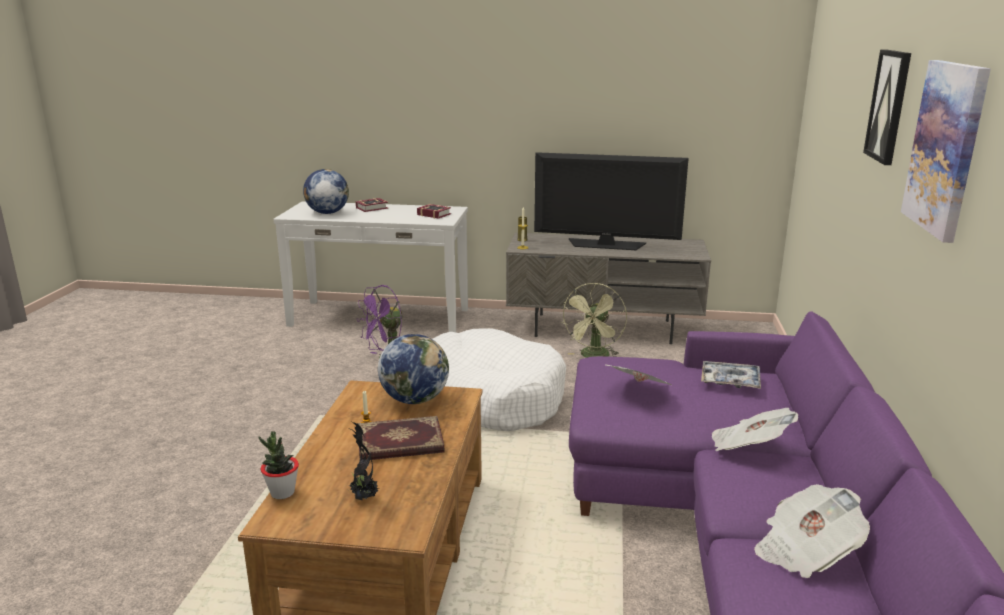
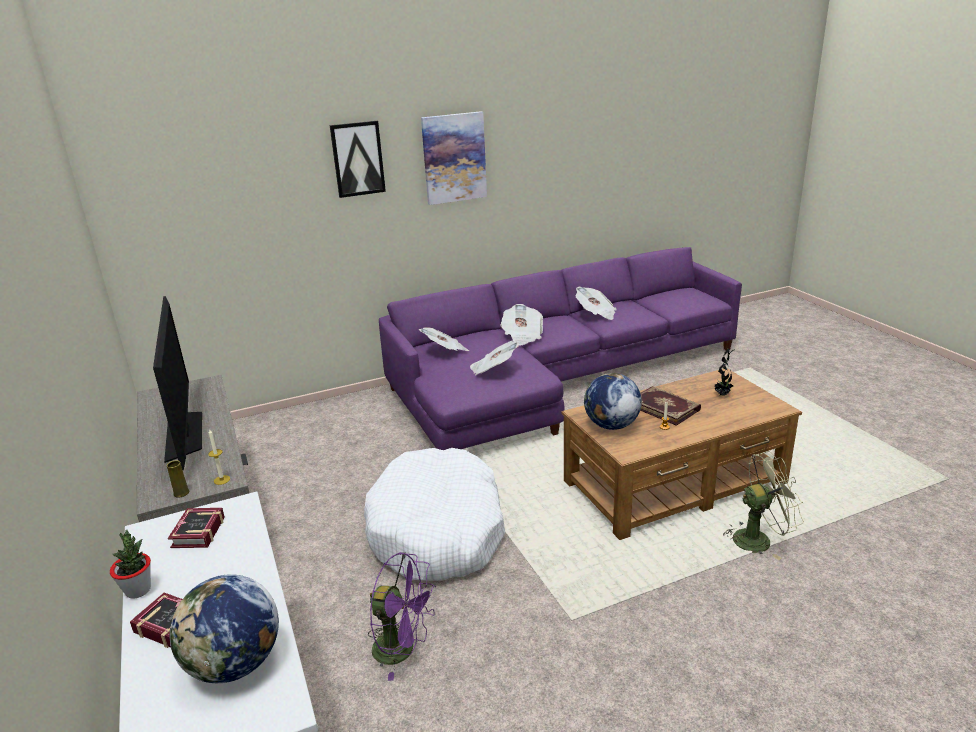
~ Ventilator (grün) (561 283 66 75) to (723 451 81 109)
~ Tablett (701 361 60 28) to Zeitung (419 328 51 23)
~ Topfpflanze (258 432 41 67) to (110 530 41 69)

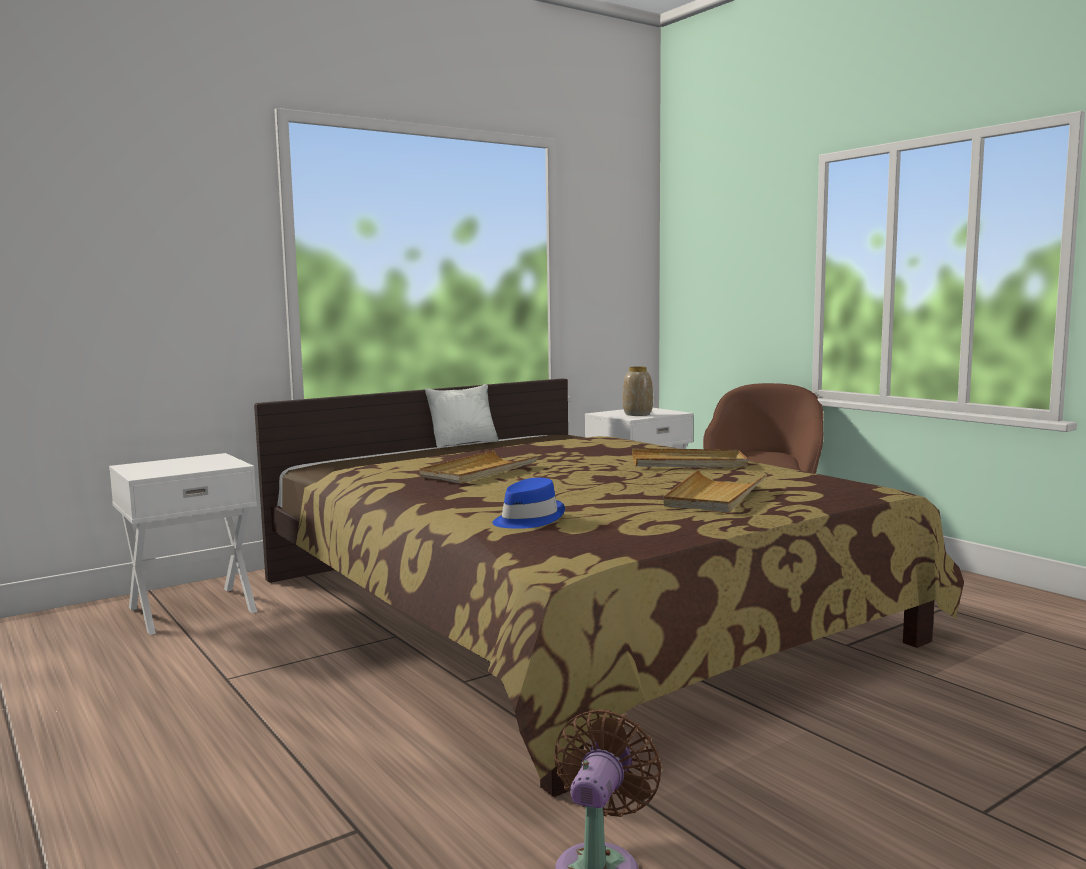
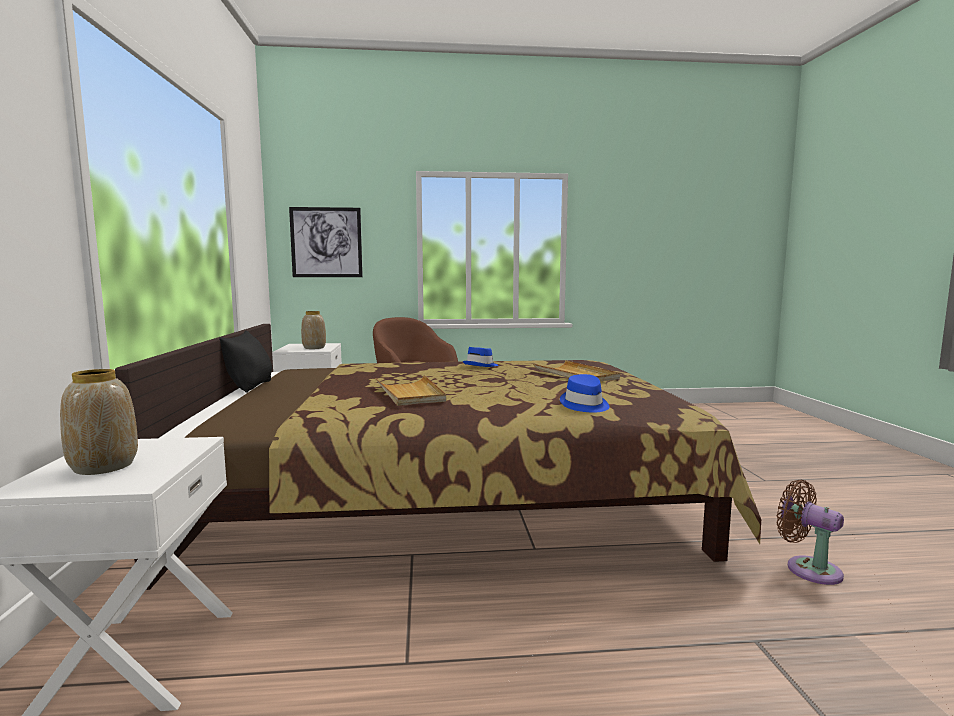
~ Kissen (weiß) (425 384 74 63) to Kissen (schwarz) (219 330 53 63)
~ Tablett (beige) (632 448 116 20) to Hut (blau) (463 347 35 20)
+ Bild (289 207 74 70)
+ Vase (60 369 78 106)

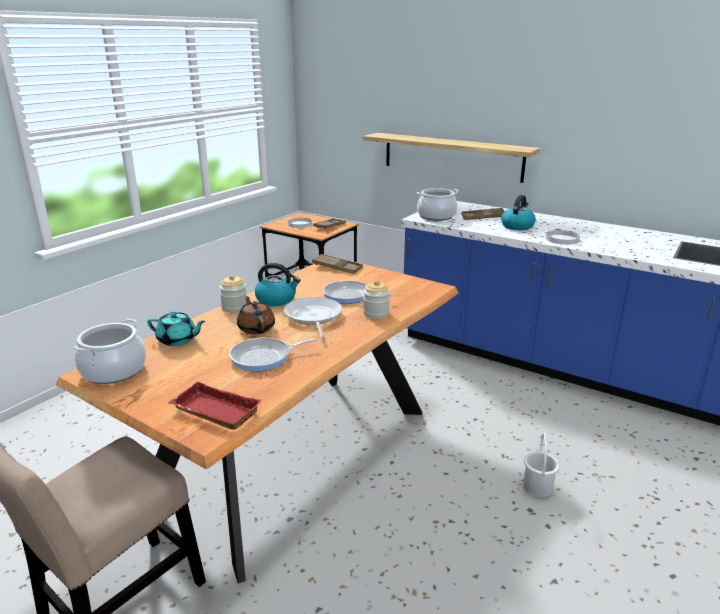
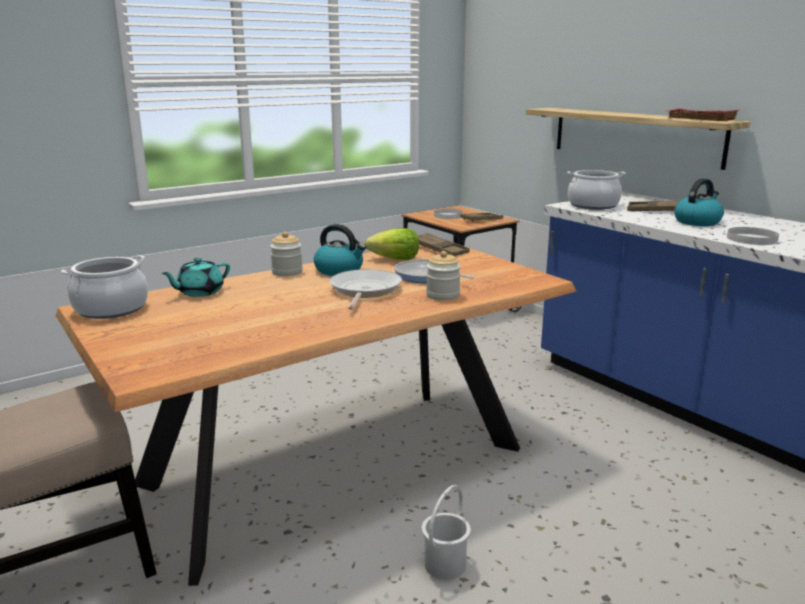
- Teekanne (braun) (237 296 38 38)
~ Teekanne (türkis) (147 312 59 34) = (161 258 69 39) 105 degrees clockwise
- Pfanne (229 338 88 34)
~ Tablett (rot) (168 382 94 48) to (667 109 73 12)
~ Eimer (weiß) (523 432 36 65) to (421 485 50 95)
+ Salatkopf (365 228 54 32)

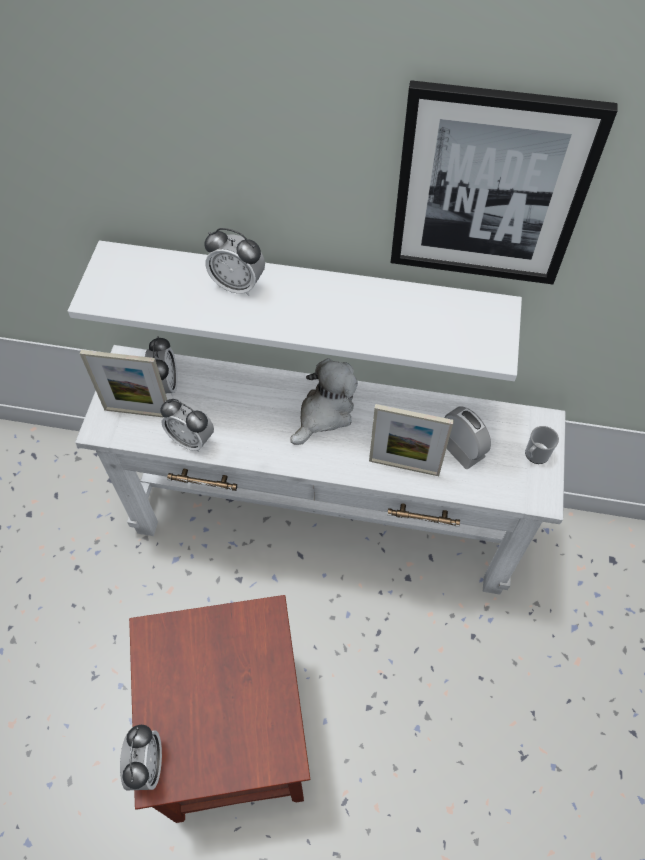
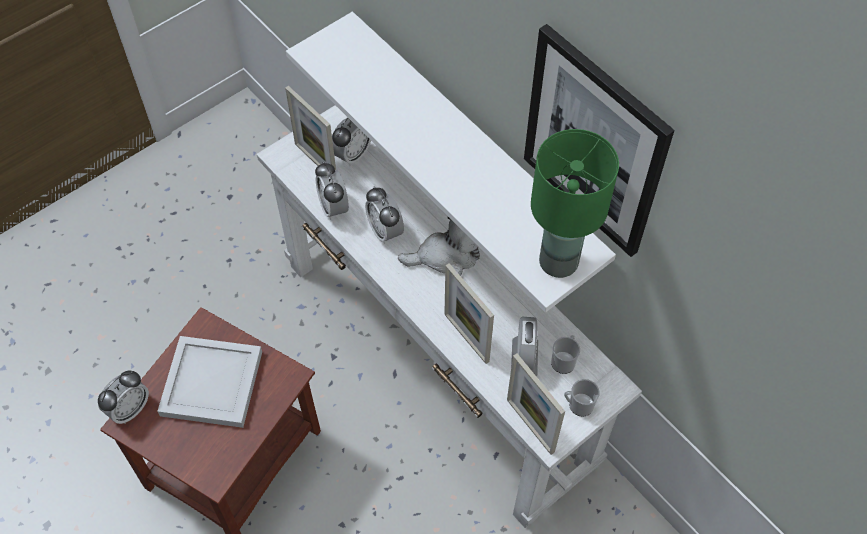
~ Wecker (204 228 61 68) to (365 187 39 57)
+ Tischlampe (grün) (531 129 88 149)
+ Henkelbecher (551 335 29 39)
+ Tablett (weiß) (157 336 105 92)
+ Bilderrahmen (507 353 58 102)

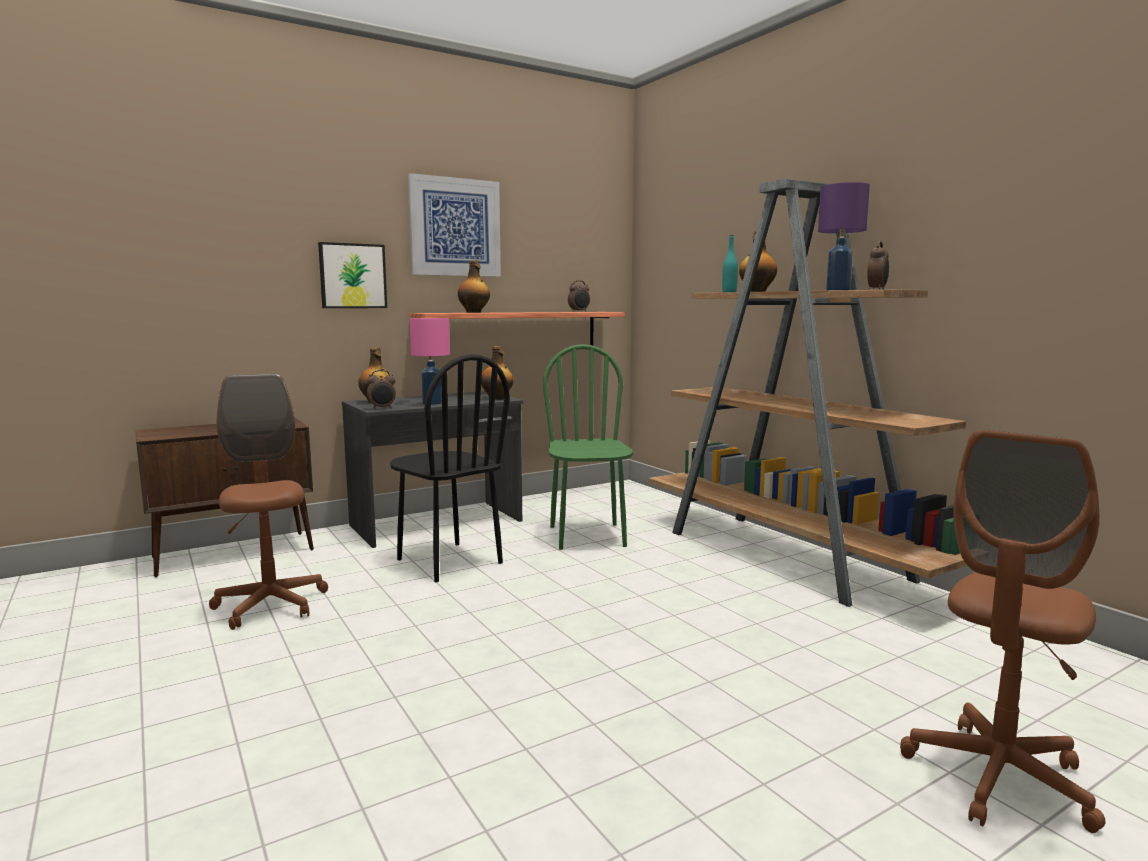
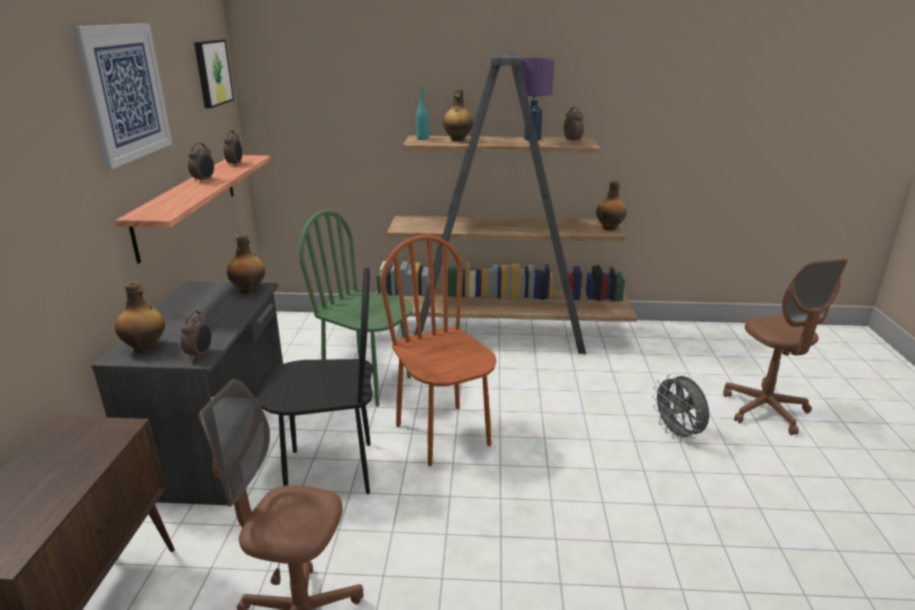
~ Bild (318 242 69 66) to (194 39 40 69)
~ Flasche (458 260 32 53) to (596 181 31 49)
- Tischlampe (rosa) (410 318 40 87)
+ Wecker (188 143 26 40)
+ Stuhl (braun) (380 235 116 231)
+ Ventilator (grau) (652 374 57 68)

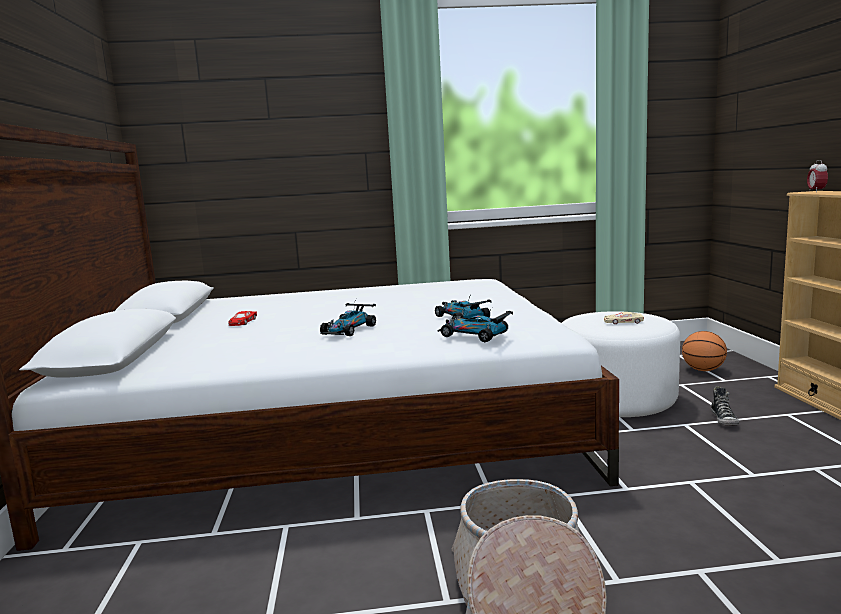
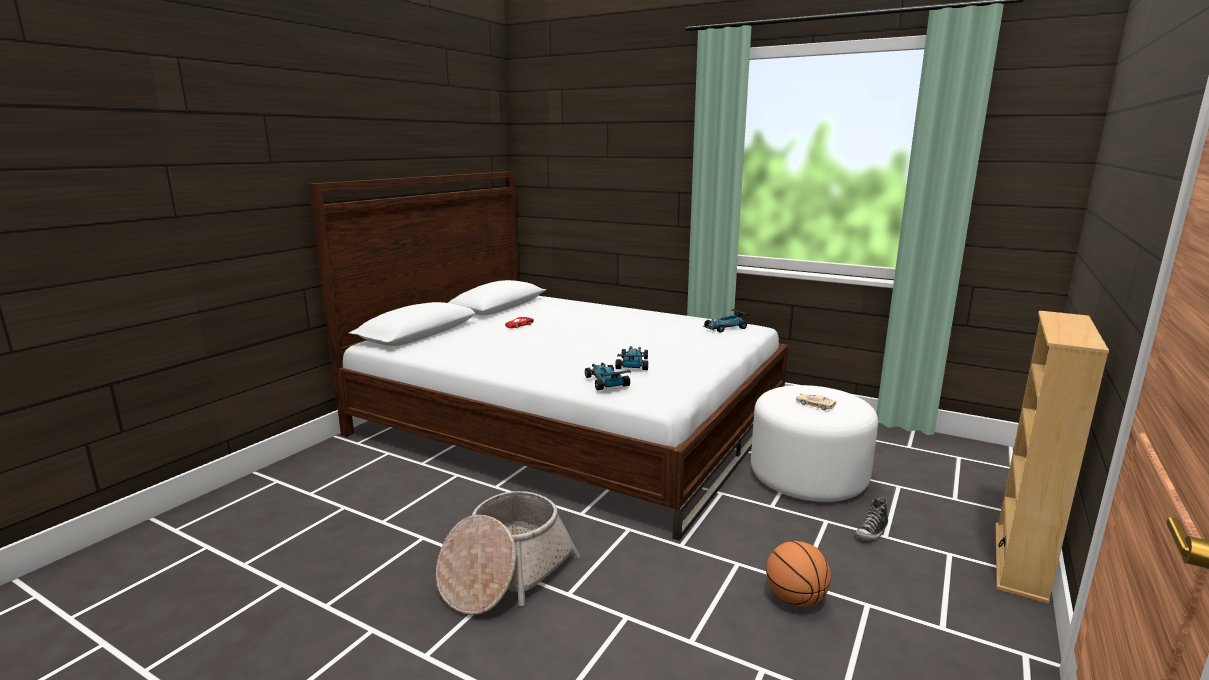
- Wecker (807 160 21 32)
~ Spielzeugauto (320 299 56 37) to (703 309 47 24)
~ Basketball (682 331 45 40) to (766 541 65 66)

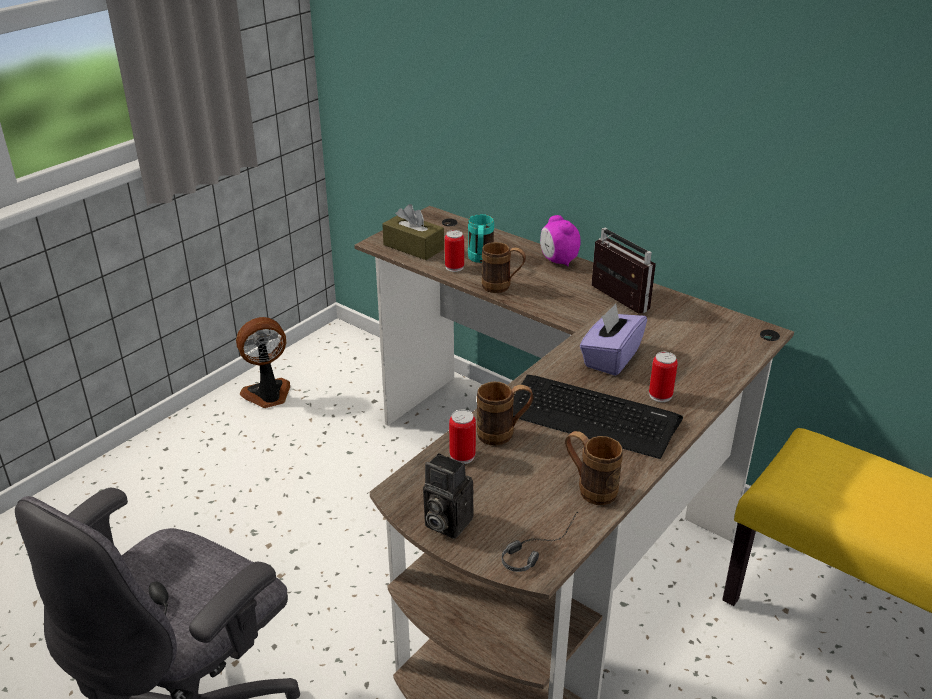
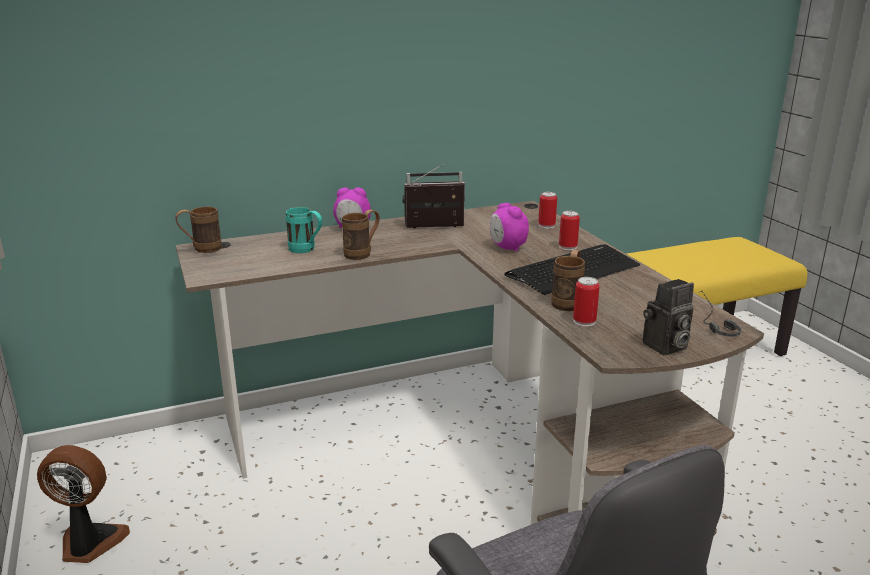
- Taschentuchbox (braun) (382 204 62 56)
~ Dose (445 230 19 42) to (538 192 19 37)
~ Taschentuchbox (lila) (580 303 67 73) to Wecker (490 203 39 49)
~ Ventilator (236 317 54 91) = (37 445 93 118) 90 degrees clockwise
~ Henkelbecher (braun) (565 431 58 74) to (175 206 46 47)

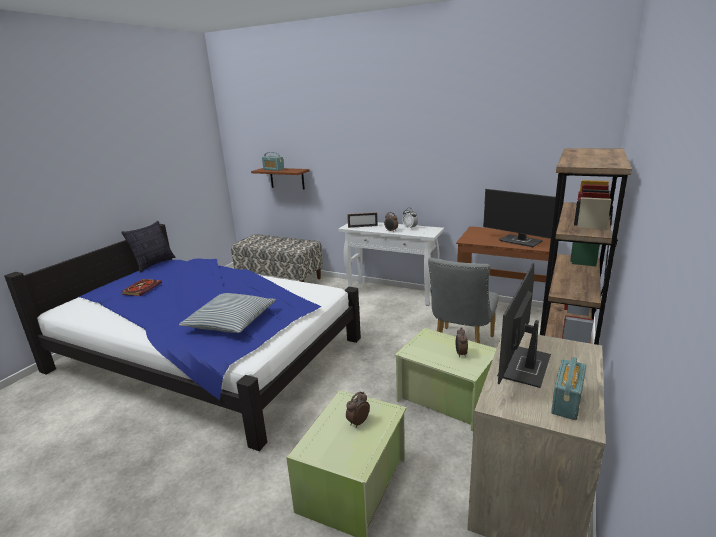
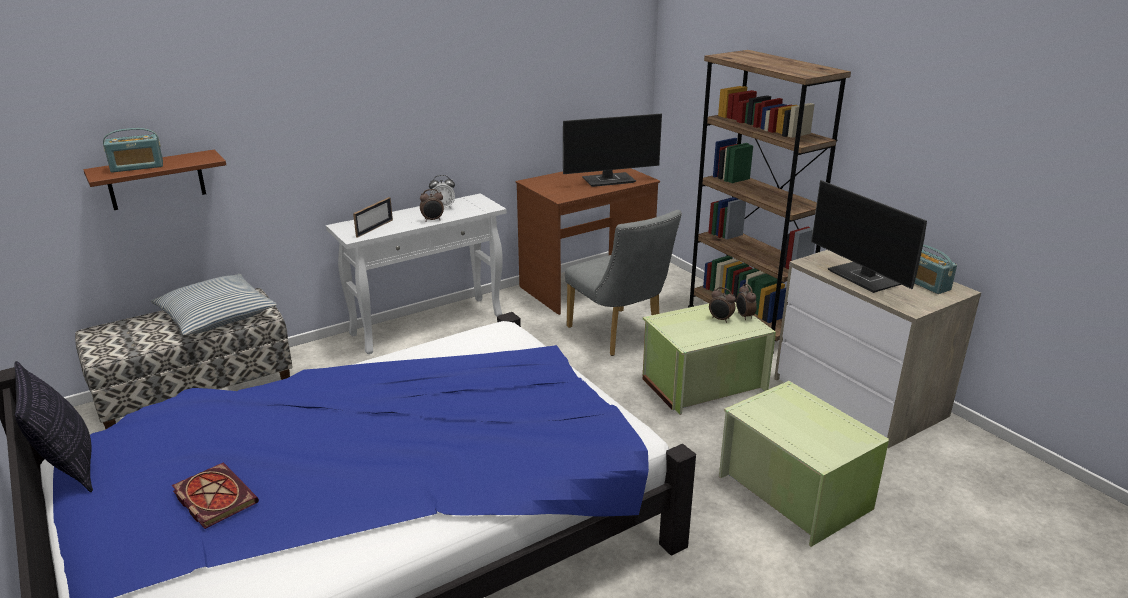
~ Kissen (179 293 97 40) to (151 274 126 62)
~ Wecker (346 391 24 37) to (736 284 21 36)

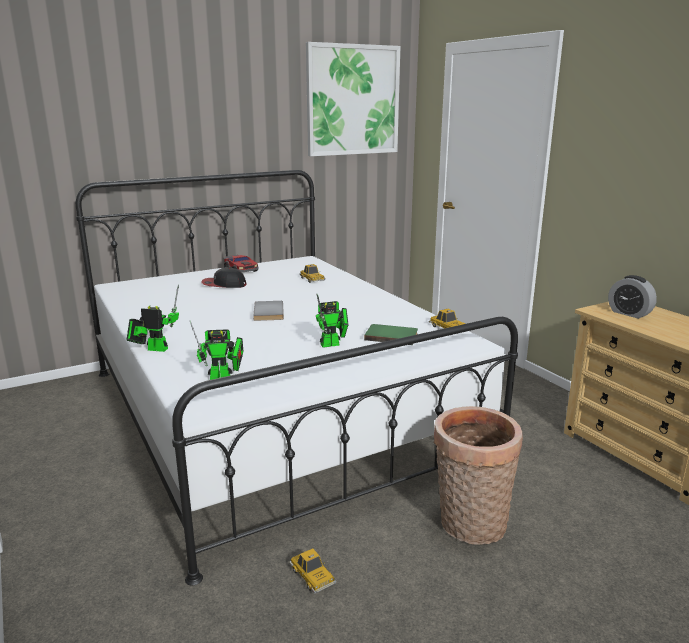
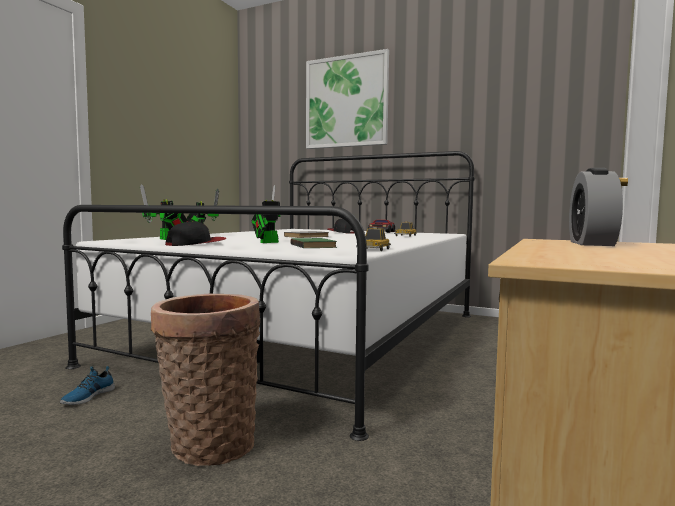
~ Bild (306 42 94 114) to (306 49 83 100)
~ Spielzeugroboter (316 294 32 54) = (252 185 29 58) 105 degrees clockwise
~ Spielzeugauto (289 548 47 45) to Schuh (60 366 55 39)
+ Kappe (165 221 61 25)

